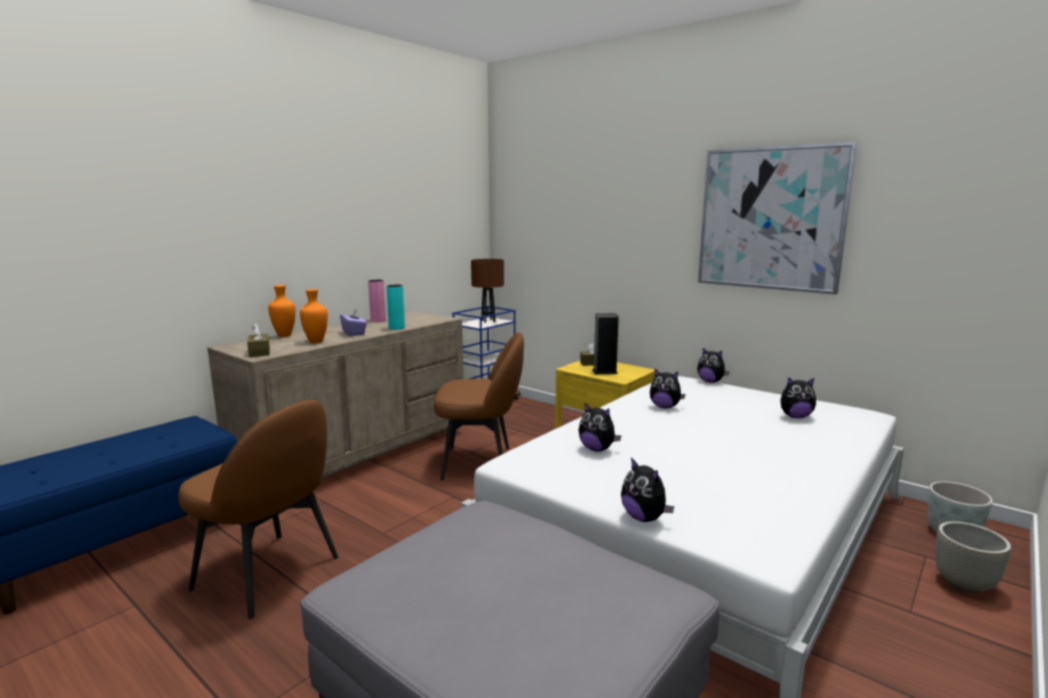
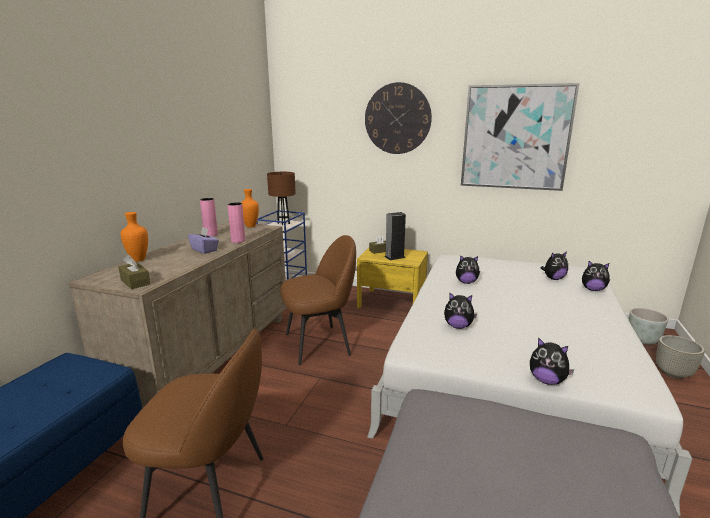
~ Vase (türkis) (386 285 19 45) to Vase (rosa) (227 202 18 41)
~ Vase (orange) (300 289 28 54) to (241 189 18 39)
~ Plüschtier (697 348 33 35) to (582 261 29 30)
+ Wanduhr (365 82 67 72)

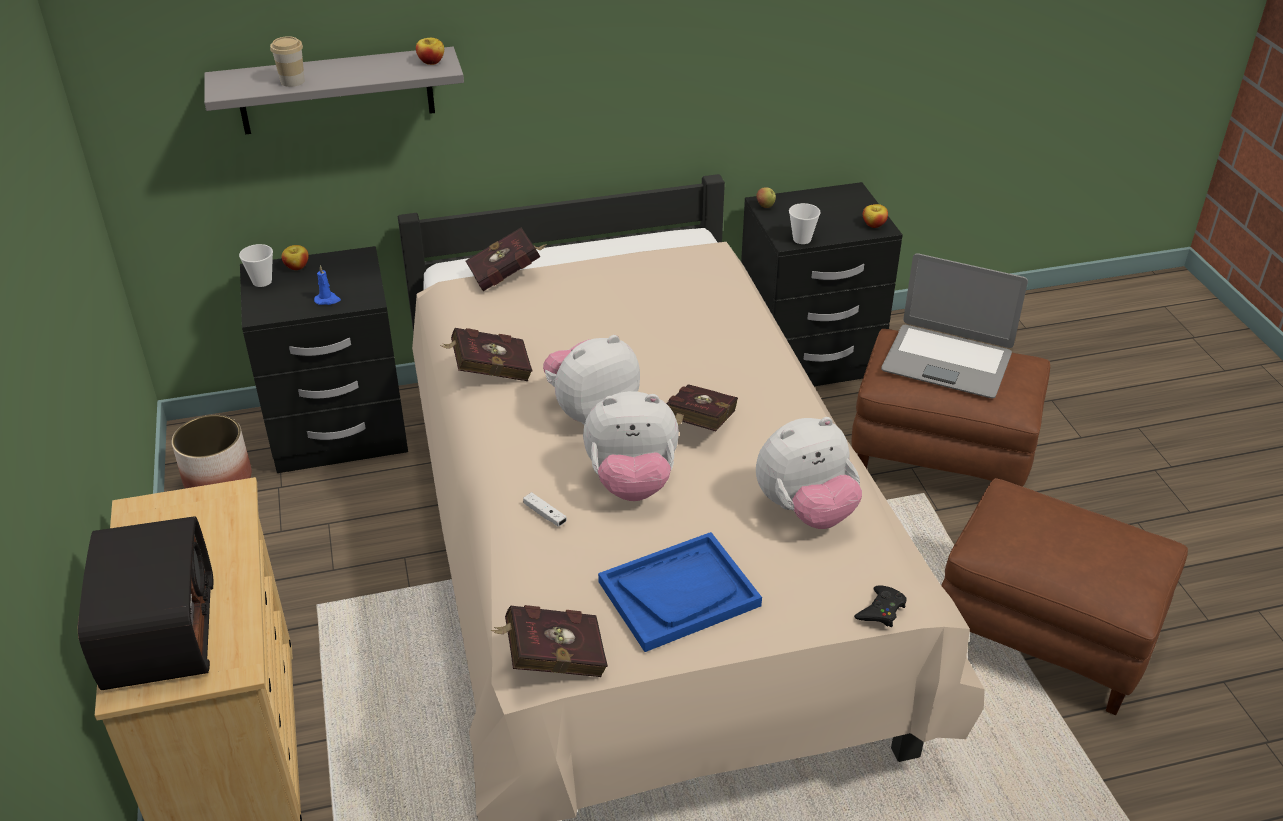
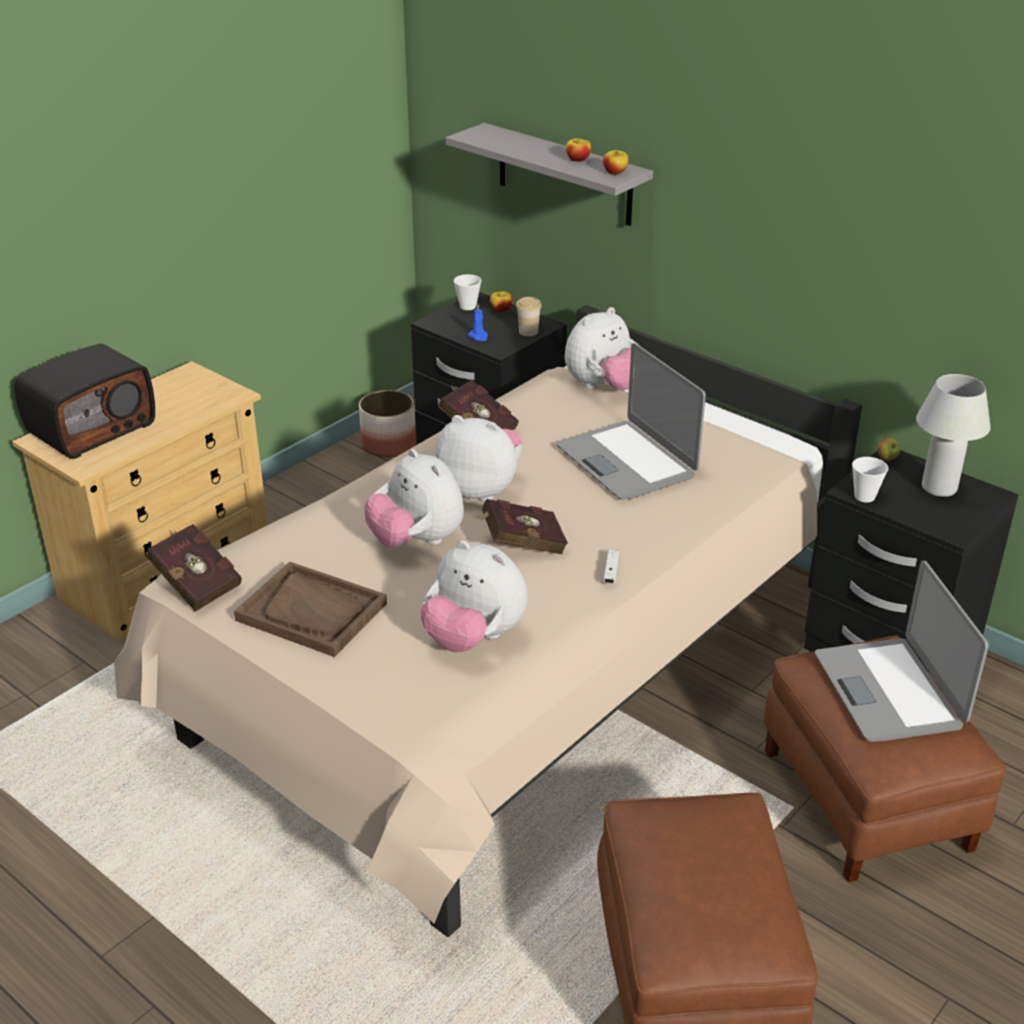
~ Tasse (270 36 35 51) to (516 297 26 39)
~ Apfel (863 204 25 24) to (565 138 26 24)
~ Buch (rot) (466 227 81 64) to Plüschtier (565 307 75 84)
~ Gamepad (weiß) (523 492 44 34) to (603 550 16 34)
~ Tablett (blau) (598 532 164 120) to Tablett (braun) (234 562 153 95)
- Gamepad (schwarz) (854 585 53 42)
+ Laptop (556 343 150 157)
+ Tischlampe (weiß) (916 374 75 123)

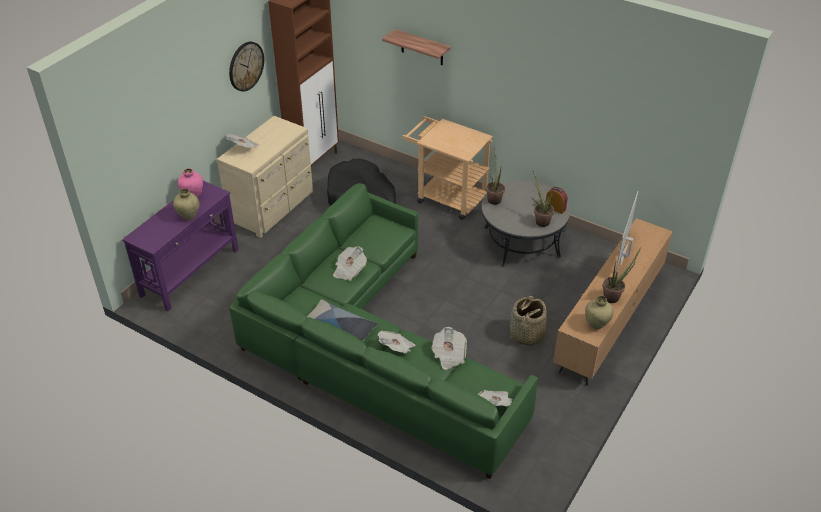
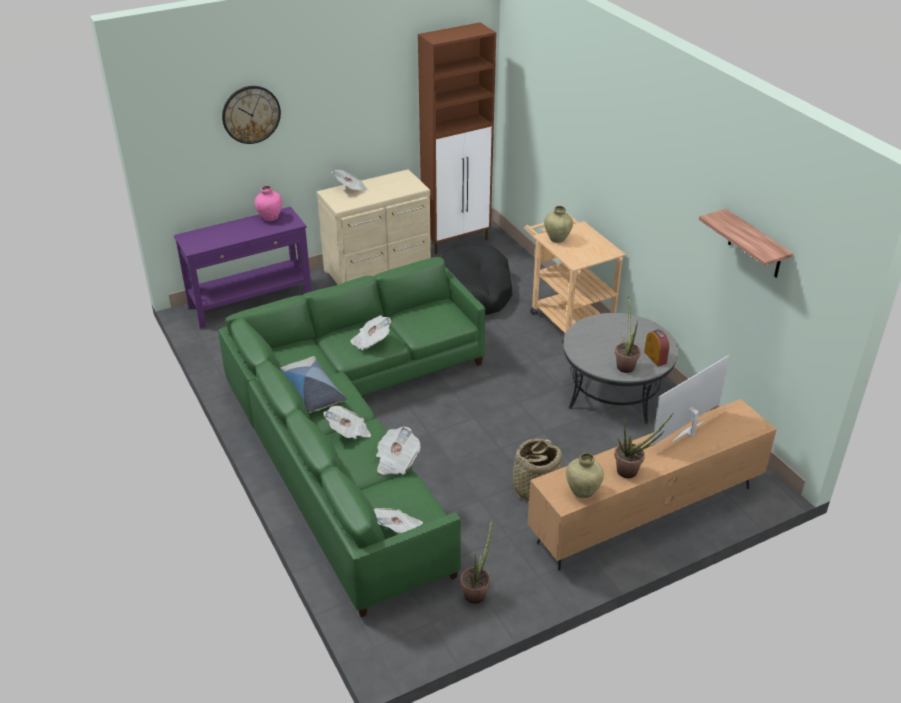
~ Wandregal (382 29 69 36) to (699 209 94 69)
~ Wanduhr (229 42 35 50) to (222 86 59 58)
~ Topfpflanze (486 147 19 58) to (460 518 32 86)
~ Vase (beige) (173 189 27 31) to (544 206 29 37)

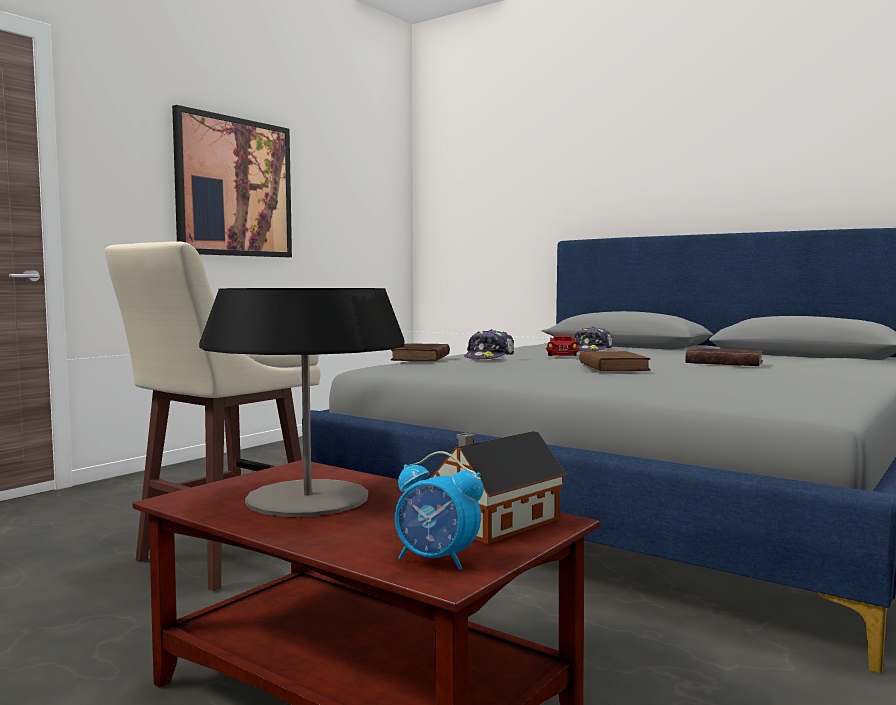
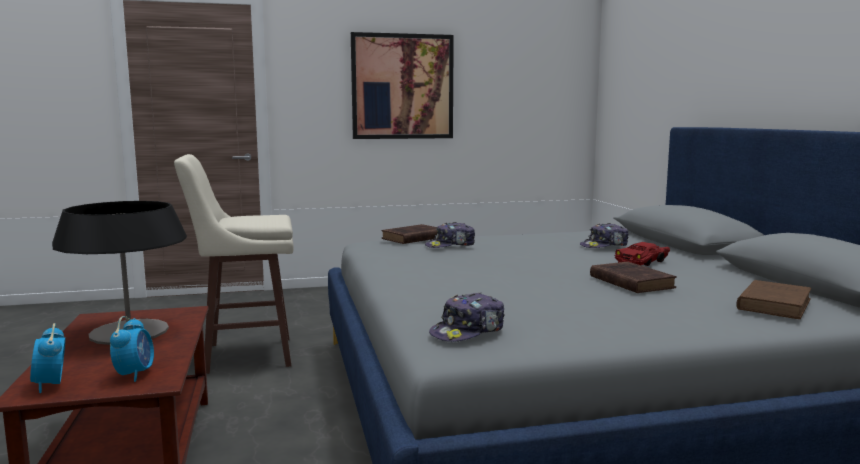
~ Spielzeugauto (rot) (546 335 33 21) to (615 242 55 24)
~ Buch (braun) (579 351 72 20) to (736 280 76 39)
~ Spielzeughaus (430 431 136 113) to Wecker (110 316 44 66)
+ Kappe (429 293 76 49)

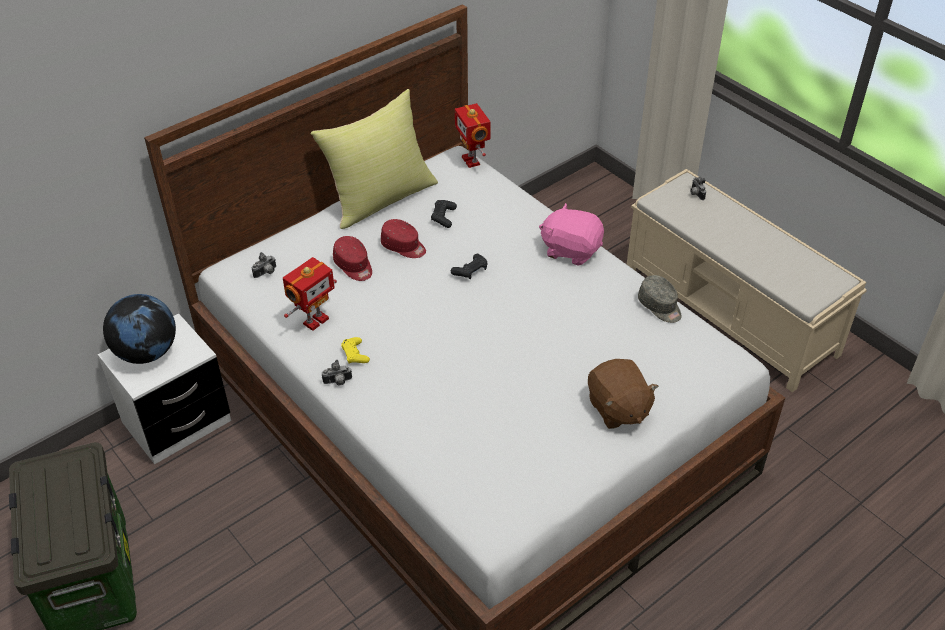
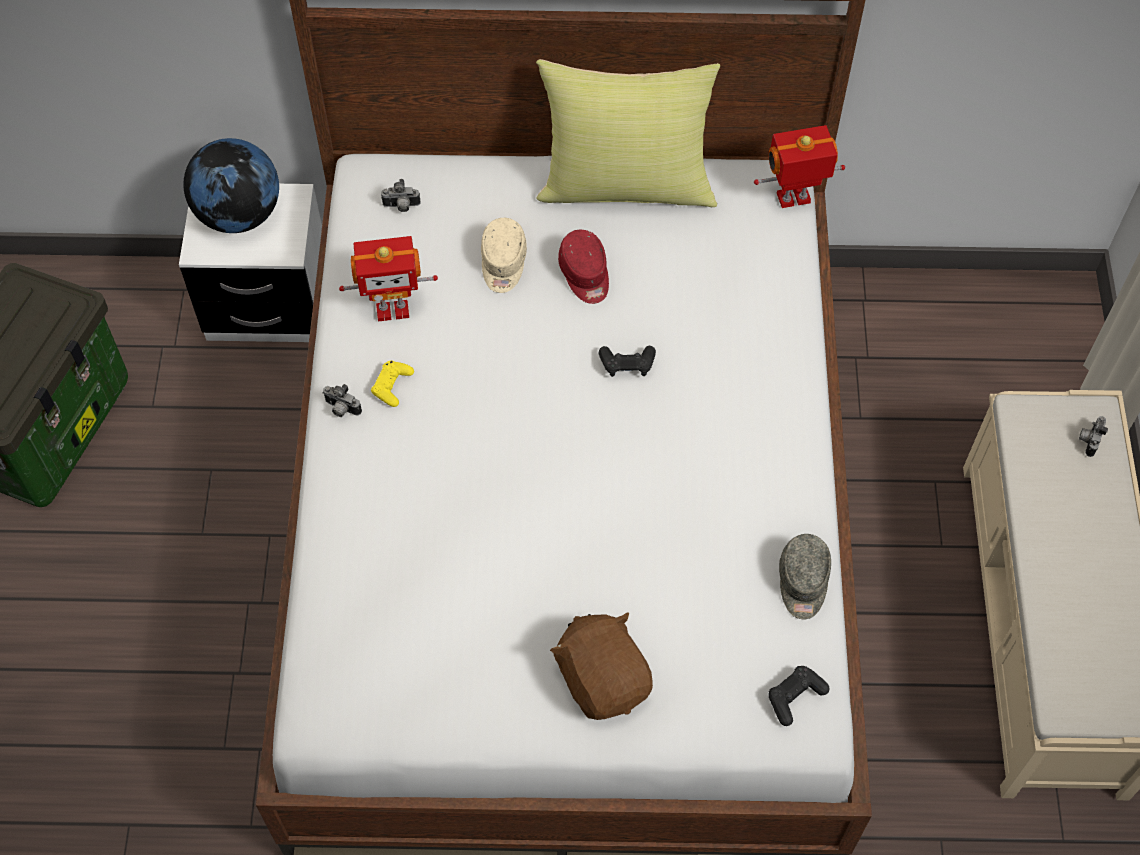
~ Spielzeugroboter (455 103 36 65) = (754 125 91 83) 60 degrees clockwise
~ Gamepad (schwarz) (431 200 26 28) to (768 666 62 60)
- Plüschtier (rosa) (539 203 65 63)
~ Kappe (rot) (333 236 39 45) to Kappe (beige) (481 218 46 75)
~ Plüschtier (braun) (588 359 71 70) = (550 612 103 108) 135 degrees clockwise

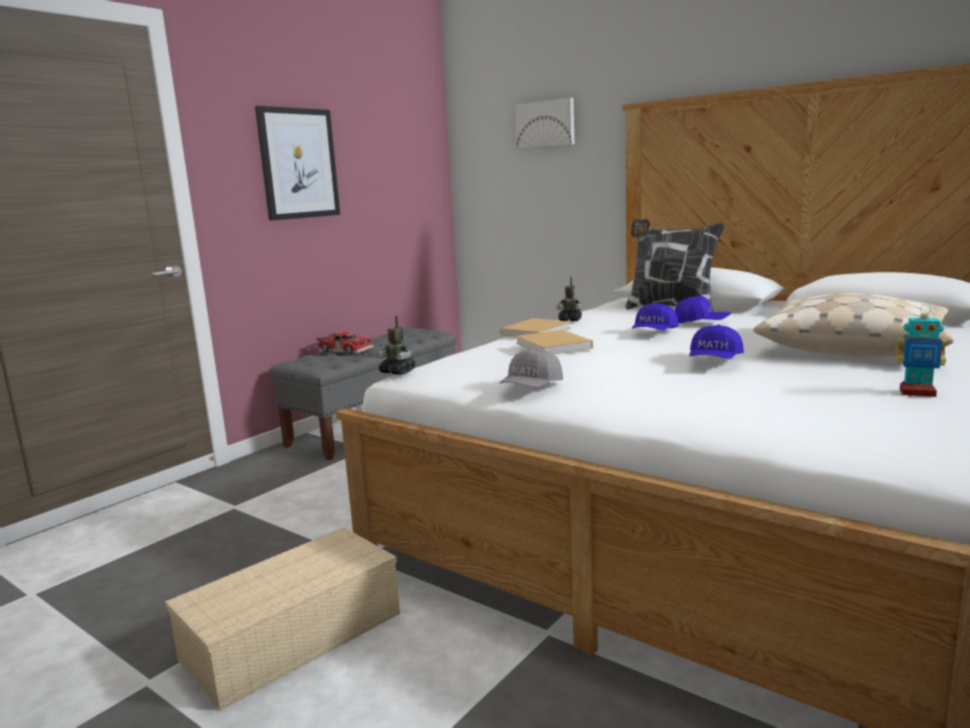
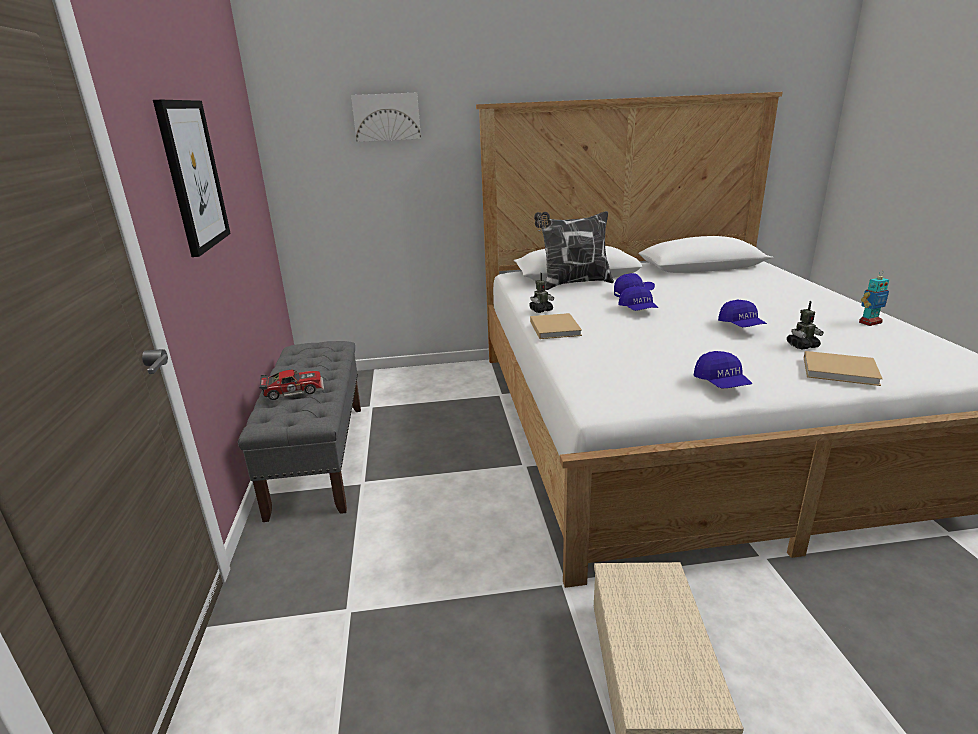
- Kissen (beige) (753 293 201 64)
~ Spielzeugroboter (376 316 40 59) to (787 301 37 49)
~ Buch (beige) (516 330 77 25) to (804 351 79 35)
~ Kappe (grau) (500 349 63 39) to Kappe (blau) (694 351 58 37)

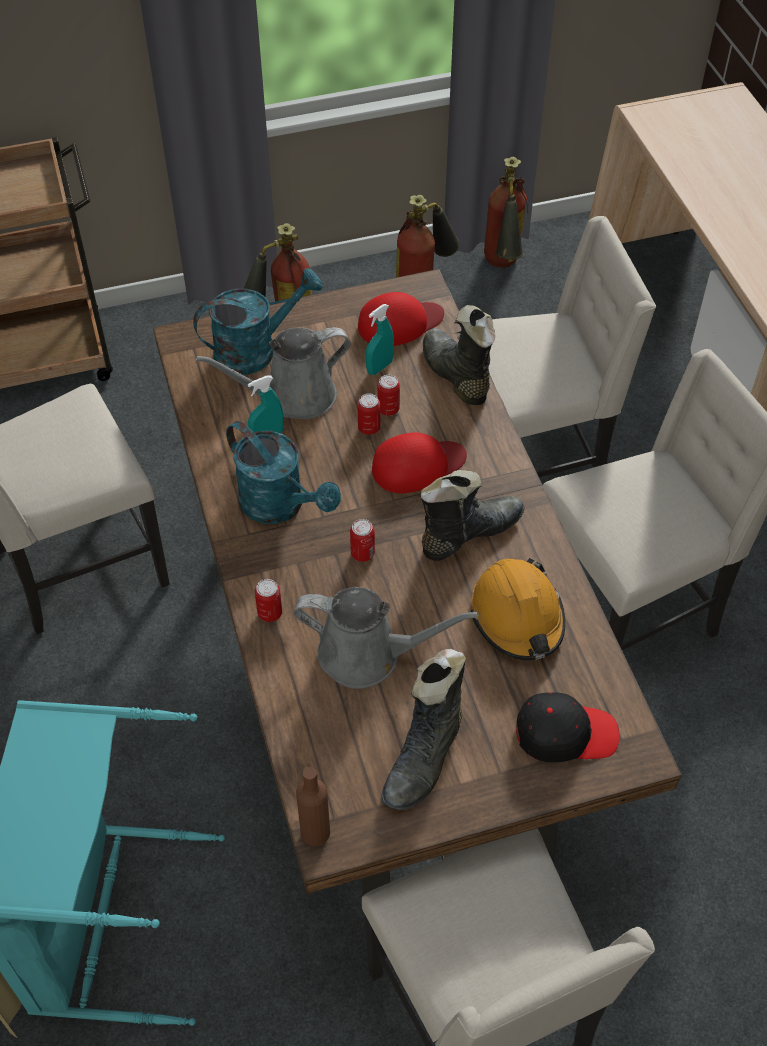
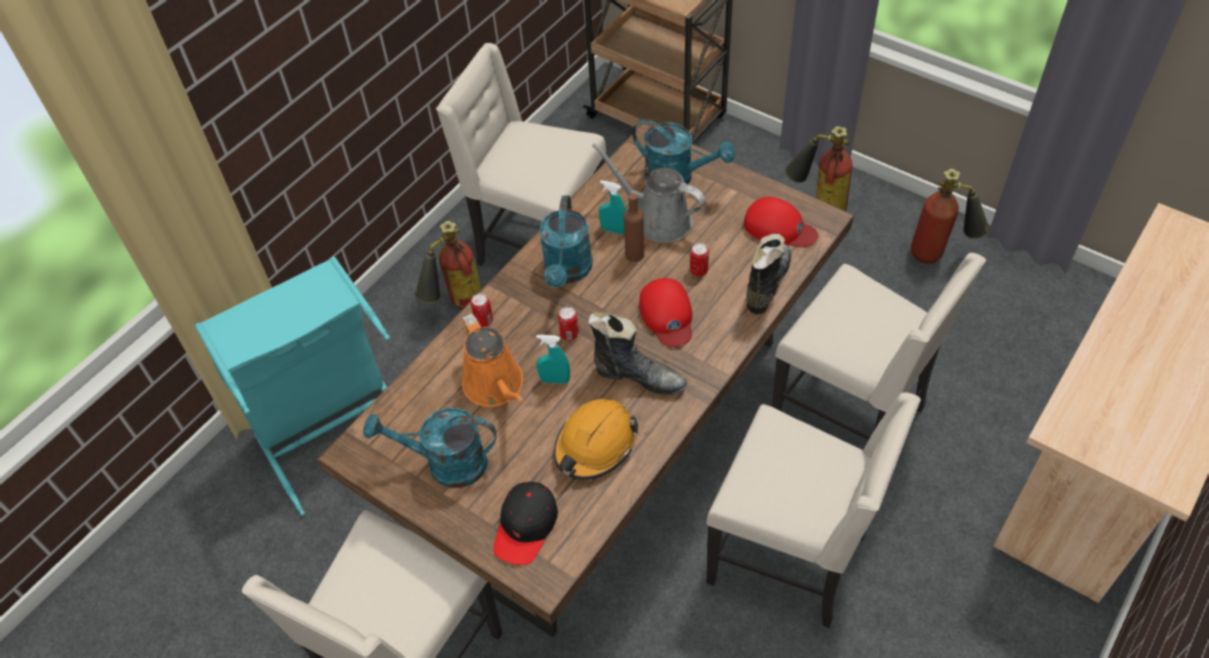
~ Feuerlöscher (484 157 44 111) to (415 221 67 88)
~ Sprühflasche (türkis) (366 304 28 71) to (536 335 34 49)
- Dose (357 394 23 41)
~ Kappe (rot) (372 432 95 61) = (639 278 53 69) 45 degrees clockwise
~ Gießkanne (grau) (294 587 185 102) to Gießkanne (orange) (462 313 62 94)
~ Stiefel (schwarz) (381 649 85 161) to Gießkanne (türkis) (363 408 133 80)
~ Kappe (schwarz) (516 692 104 70) = (493 482 65 83) 60 degrees clockwise
~ Flasche (braun) (296 767 34 79) to (624 193 20 69)

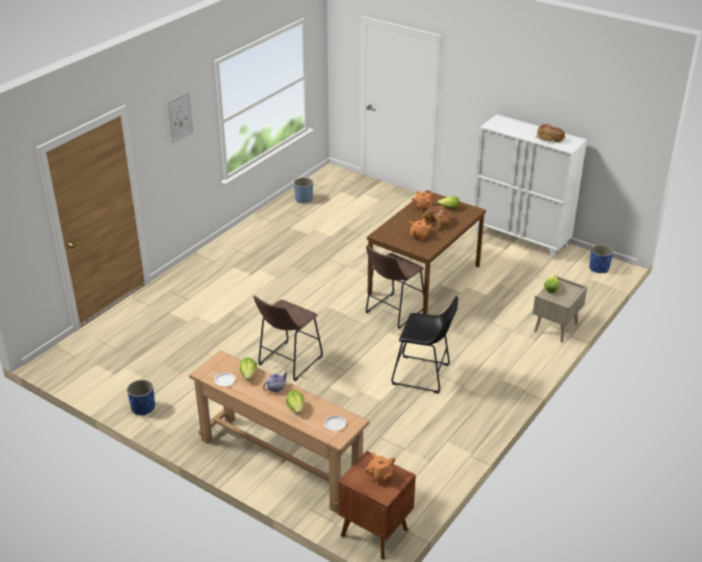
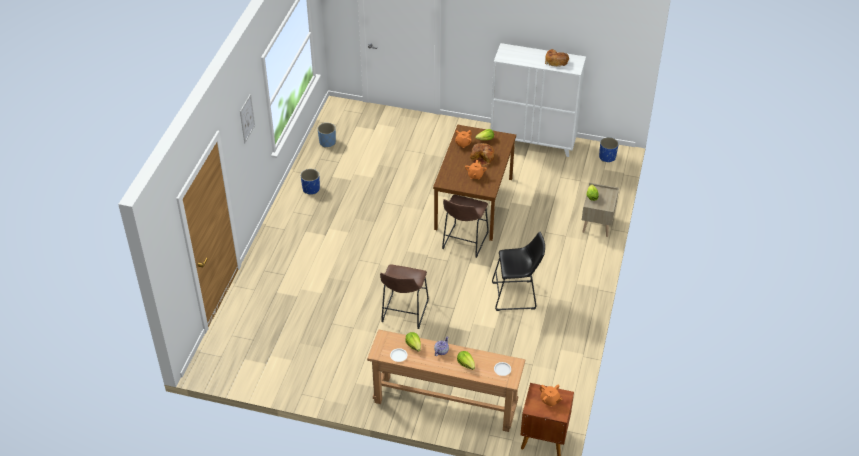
~ Pflanzkübel (blau) (127 380 28 36) to (301 169 19 25)

